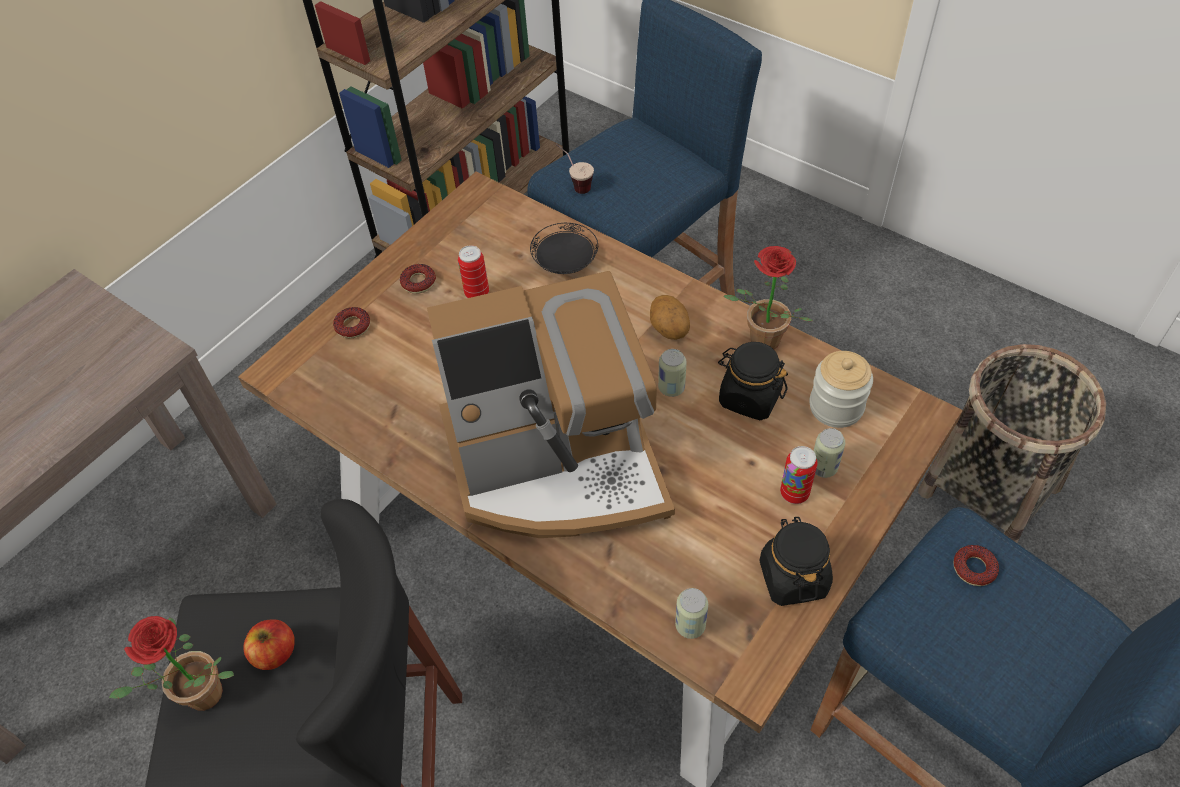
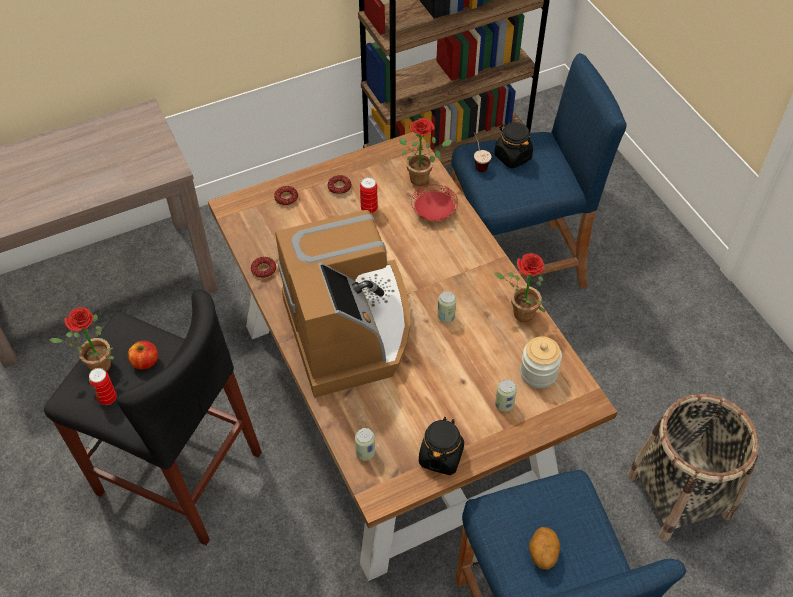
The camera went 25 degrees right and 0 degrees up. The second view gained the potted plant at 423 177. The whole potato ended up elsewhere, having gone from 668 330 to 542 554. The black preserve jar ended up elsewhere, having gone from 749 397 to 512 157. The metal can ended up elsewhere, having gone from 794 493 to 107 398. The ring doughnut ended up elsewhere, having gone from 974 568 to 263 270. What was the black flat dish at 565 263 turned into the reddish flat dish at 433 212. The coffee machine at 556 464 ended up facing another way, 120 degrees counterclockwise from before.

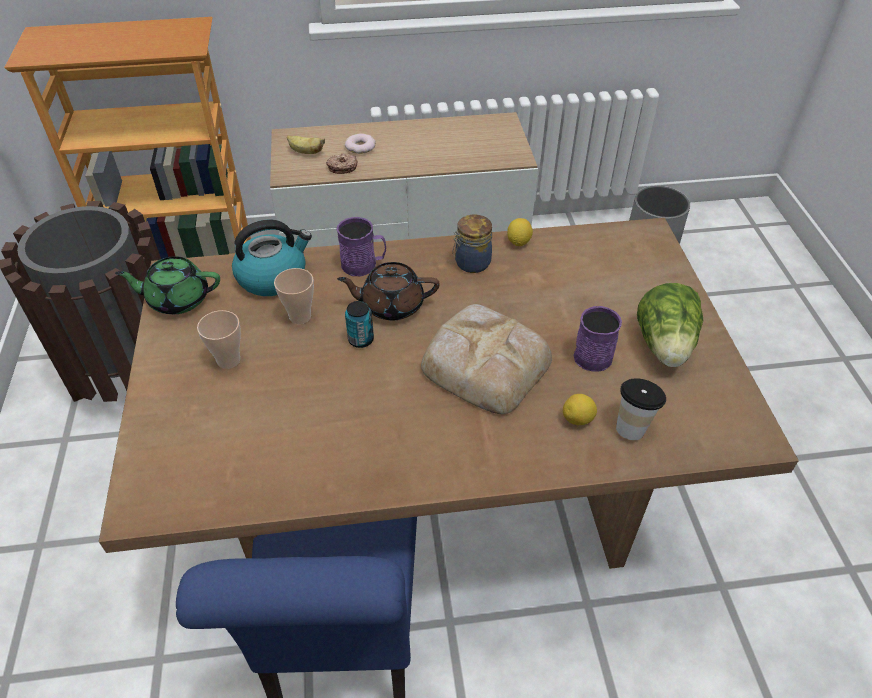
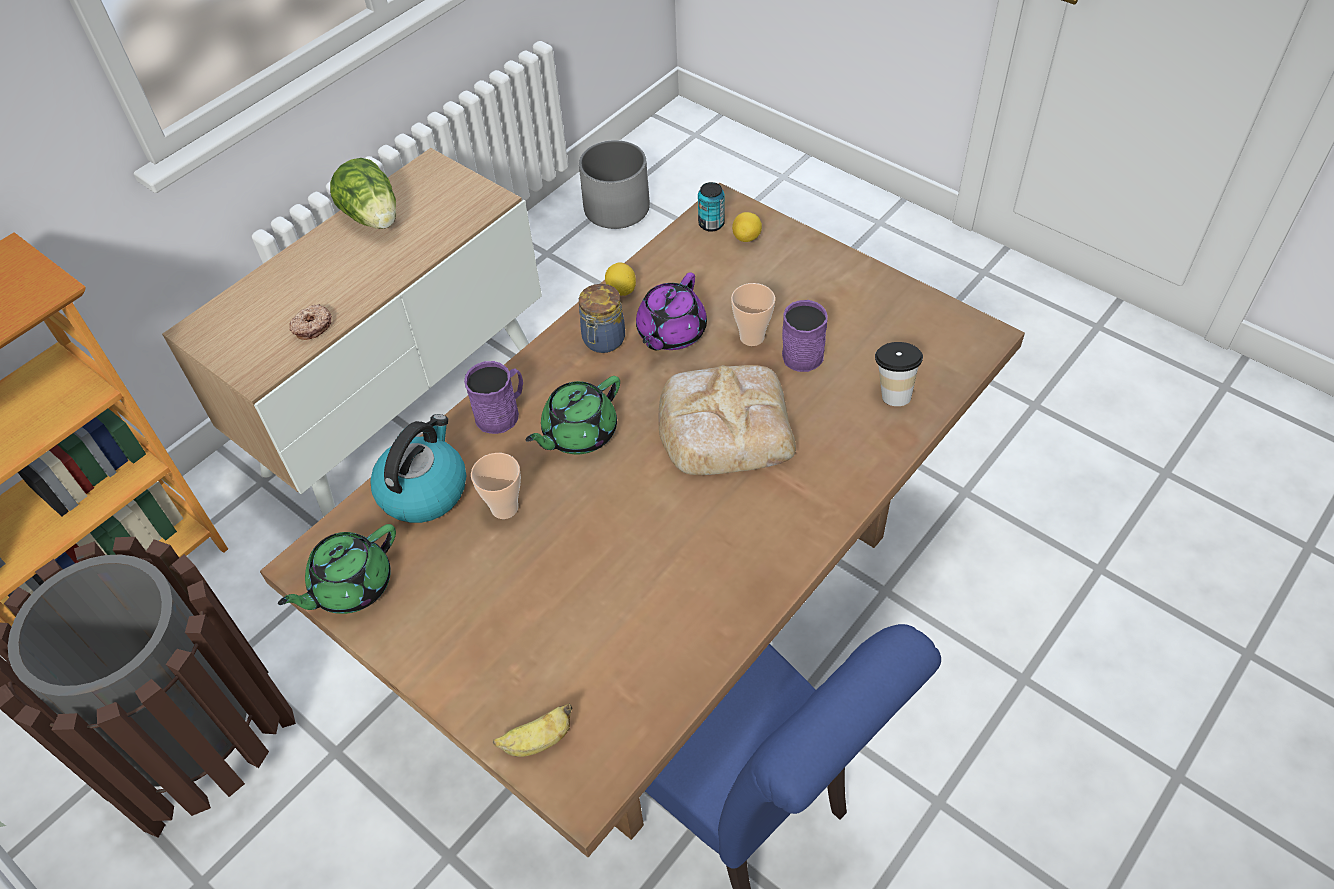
The camera went 40 degrees left and 5 degrees up. The second view lost the ring doughnut at 360 147. The second view gained the purple tea pot at 670 333. The cup ended up elsewhere, having gone from 228 360 to 752 337. The banana ended up elsewhere, having gone from 305 152 to 537 741. The metal can ended up elsewhere, having gone from 361 340 to 711 224. The whole lemon ended up elsewhere, having gone from 577 419 to 747 238. The lettuce ended up elsewhere, having gone from 664 346 to 374 218. What was the brown-coloured tea pot at 391 305 turned into the green-coloured tea pot at 578 433.

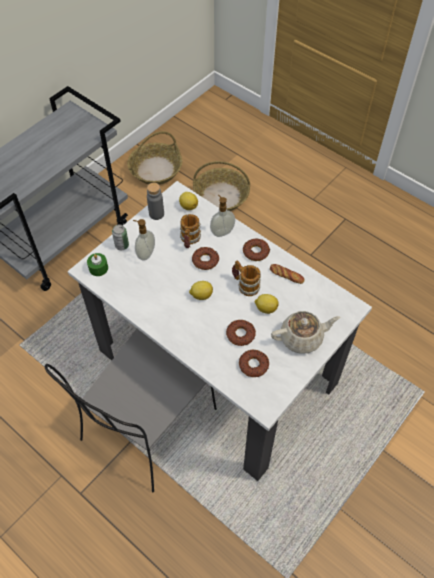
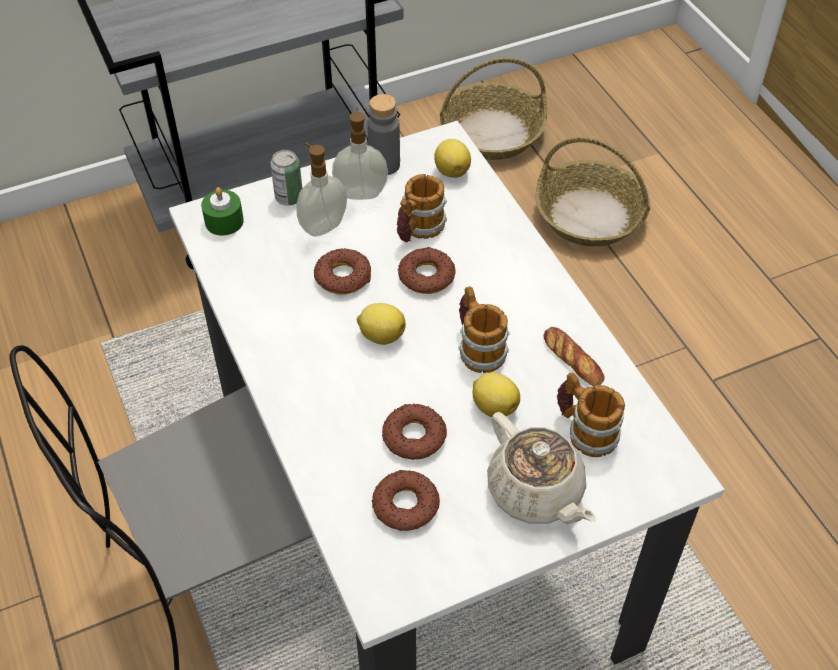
The camera went 25 degrees right and 5 degrees down. The second view gained the tea mug at 585 430. The soap dispenser ended up elsewhere, having gone from 222 232 to 361 192. The ring doughnut ended up elsewhere, having gone from 256 252 to 343 277. The beige-coloured tea pot at 302 338 ended up facing another way, 45 degrees clockwise from before.

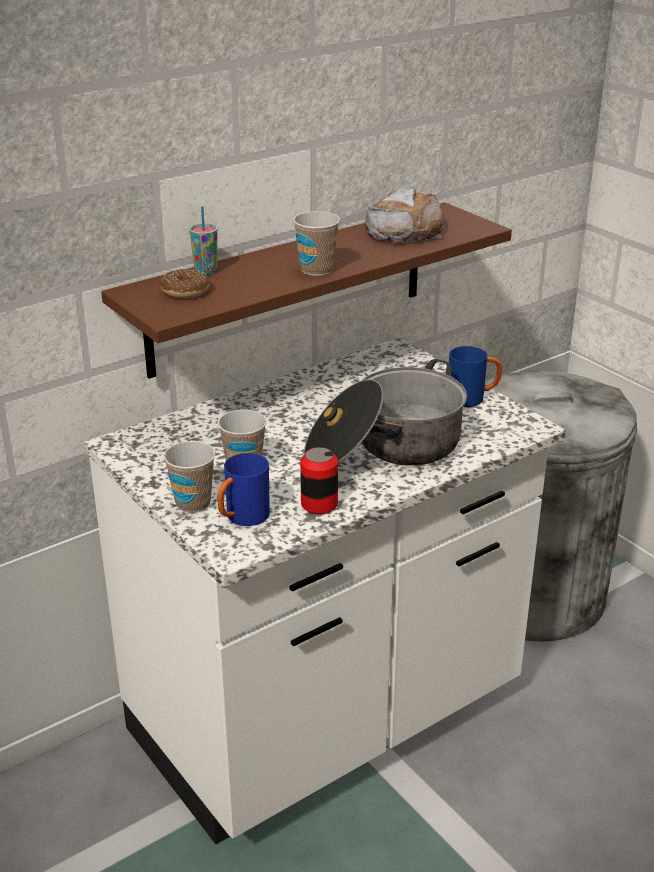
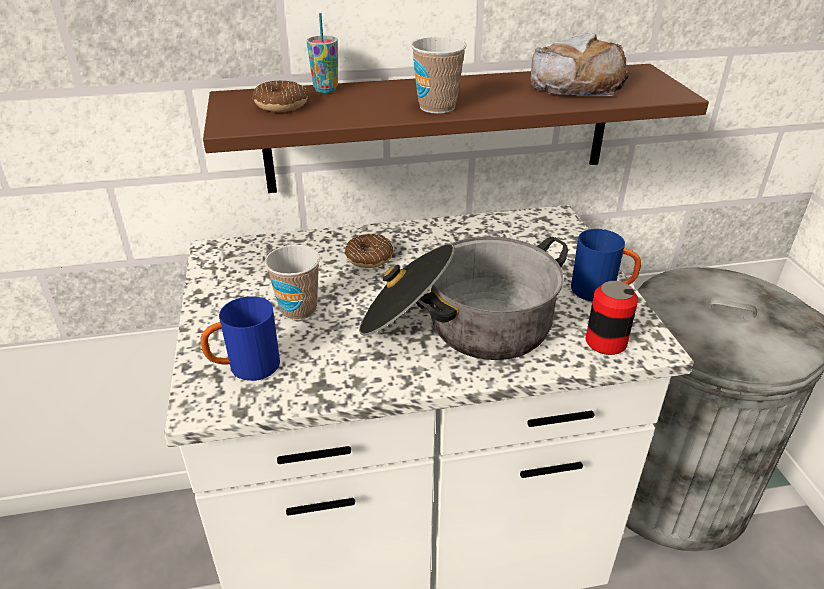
The camera went 25 degrees right and 5 degrees up. The second view lost the cup at 193 503. The second view gained the ring doughnut at 369 258. The metal can ended up elsewhere, having gone from 319 504 to 605 342.

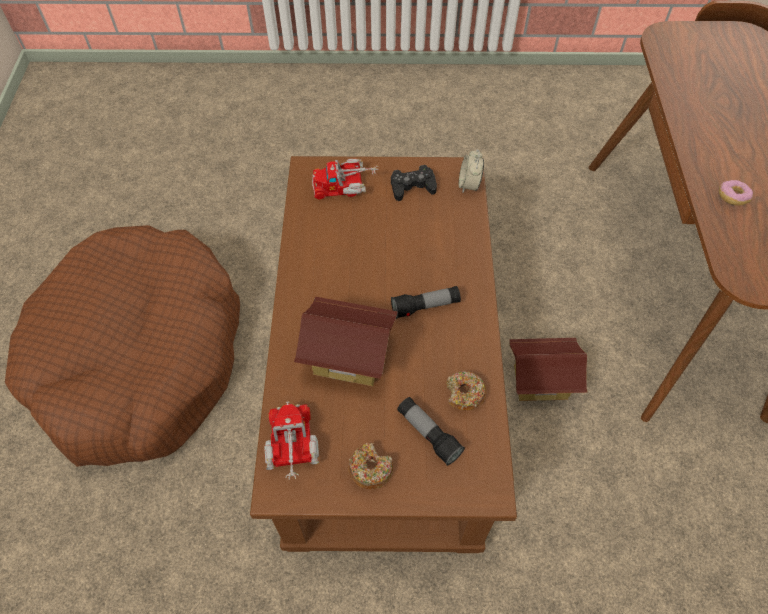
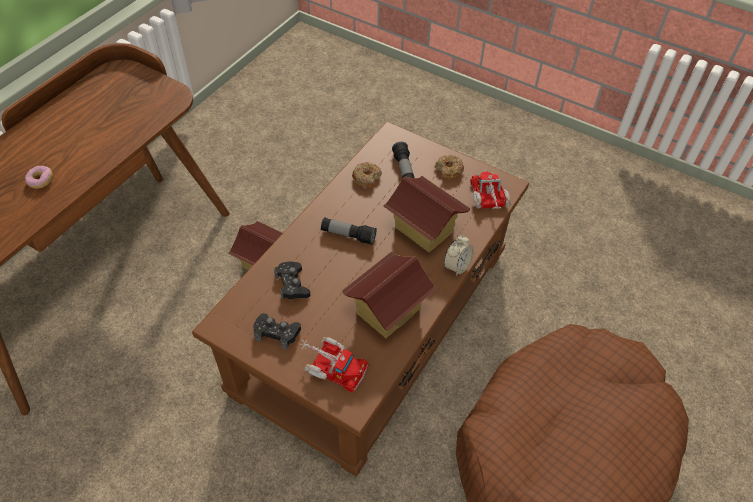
The camera went 150 degrees left and 5 degrees down. The second view gained the black game controller at 292 284. The second view gained the toy house at 388 310. The bedside clock ended up elsewhere, having gone from 469 185 to 456 266. The ring doughnut ended up elsewhere, having gone from 732 197 to 41 181. The toy lorry at 292 447 ended up facing another way, 150 degrees clockwise from before.

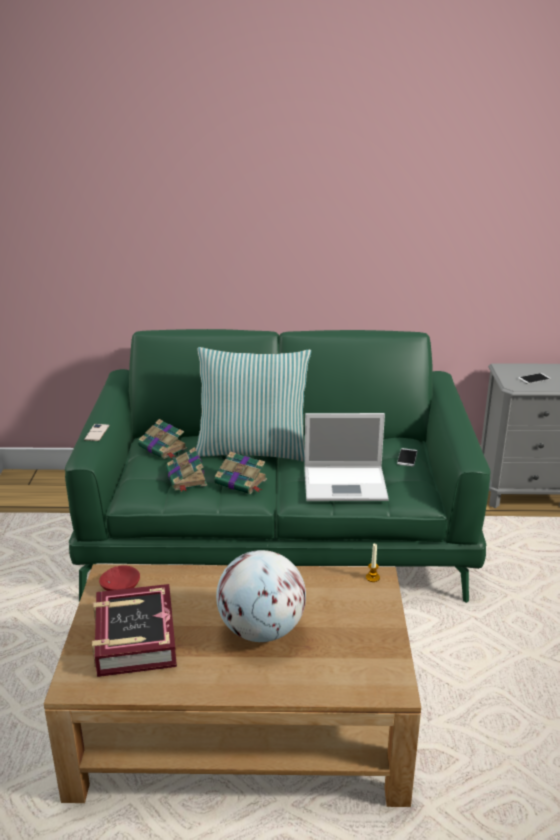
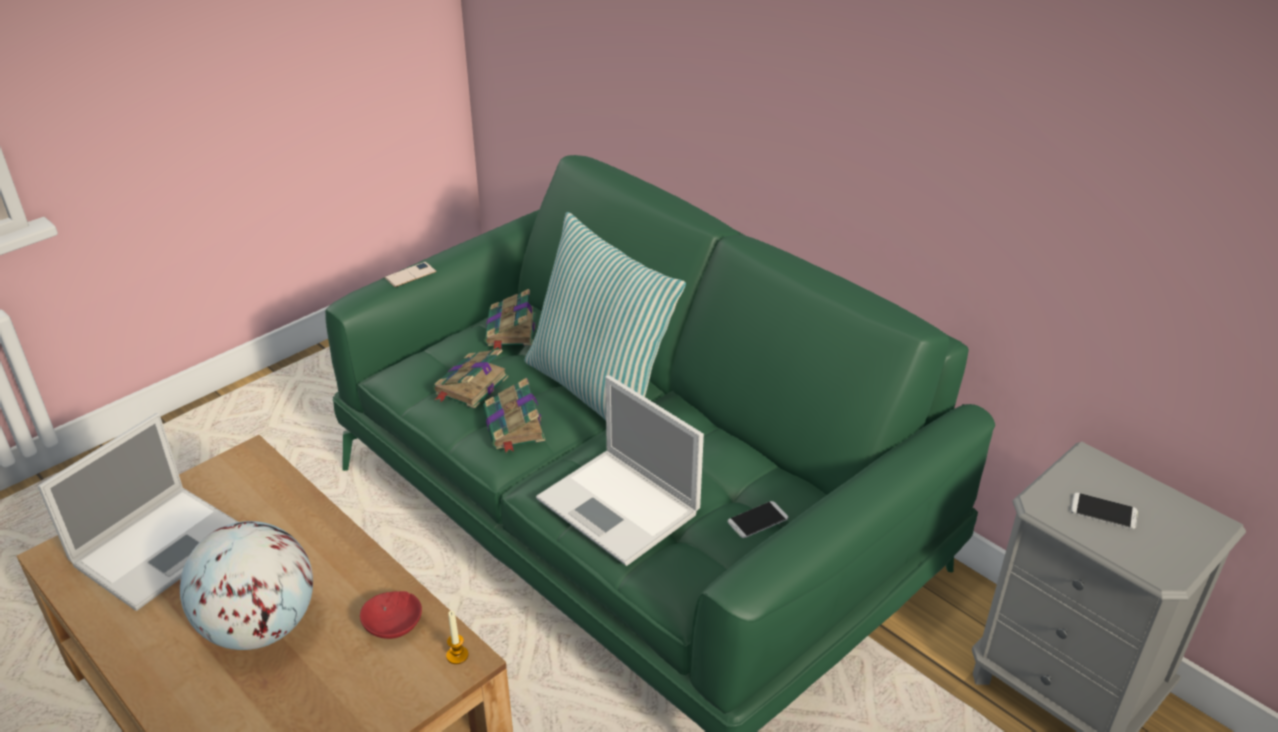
The camera went 45 degrees right and 10 degrees up. The reddish bowl ended up elsewhere, having gone from 121 588 to 392 626. Where the book stood at 134 638, the portable computer came to stand at 162 545.

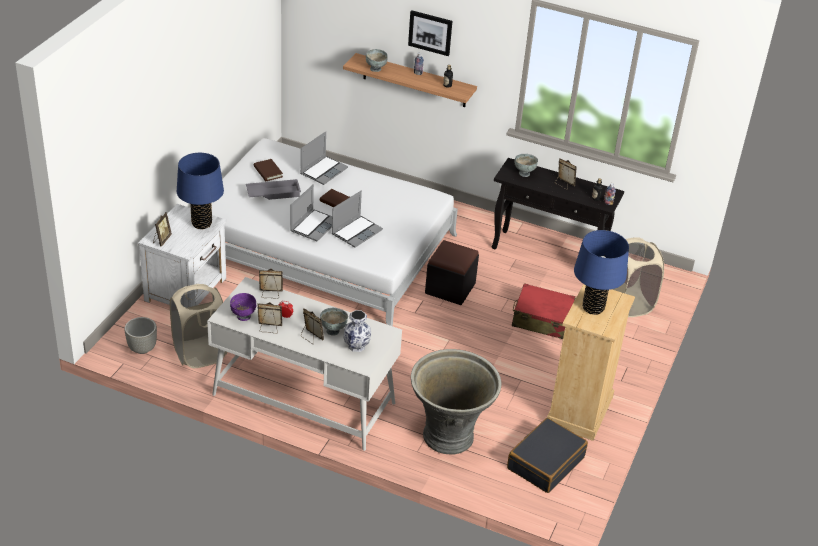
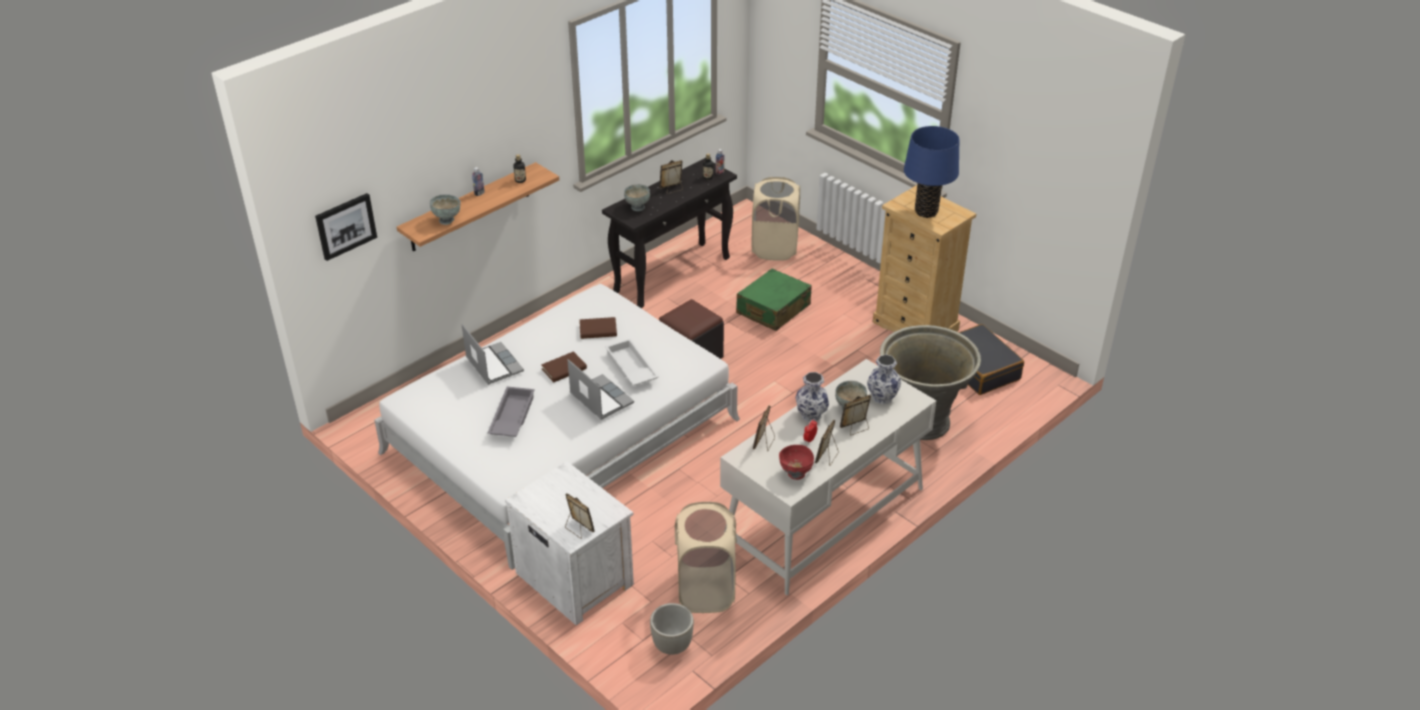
The camera went 65 degrees left and 0 degrees up. The second view lost the blue table lamp at 201 224. The second view gained the decorative vase at 811 414. The brown-coloured book ended up elsewhere, having gone from 268 172 to 598 330. The wall art ended up elsewhere, having gone from 430 32 to 345 226. Where the portable computer stood at 357 232, the whitish carrying tray came to stand at 630 368. What was the purple bowl at 243 316 turned into the reddish bowl at 795 474. What was the reddish piece of luggage at 541 320 turned into the green-coloured piece of luggage at 773 309.

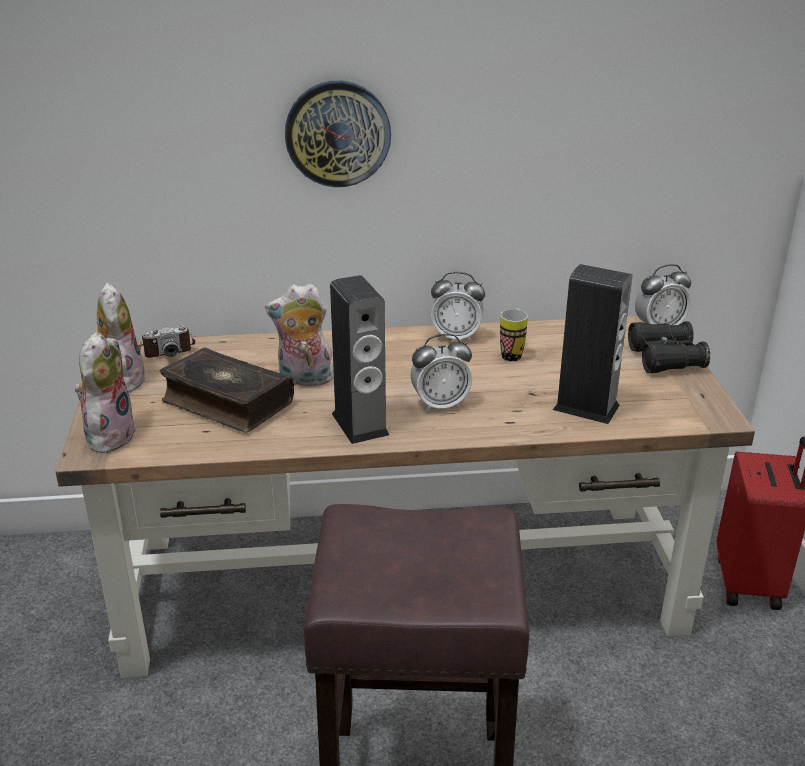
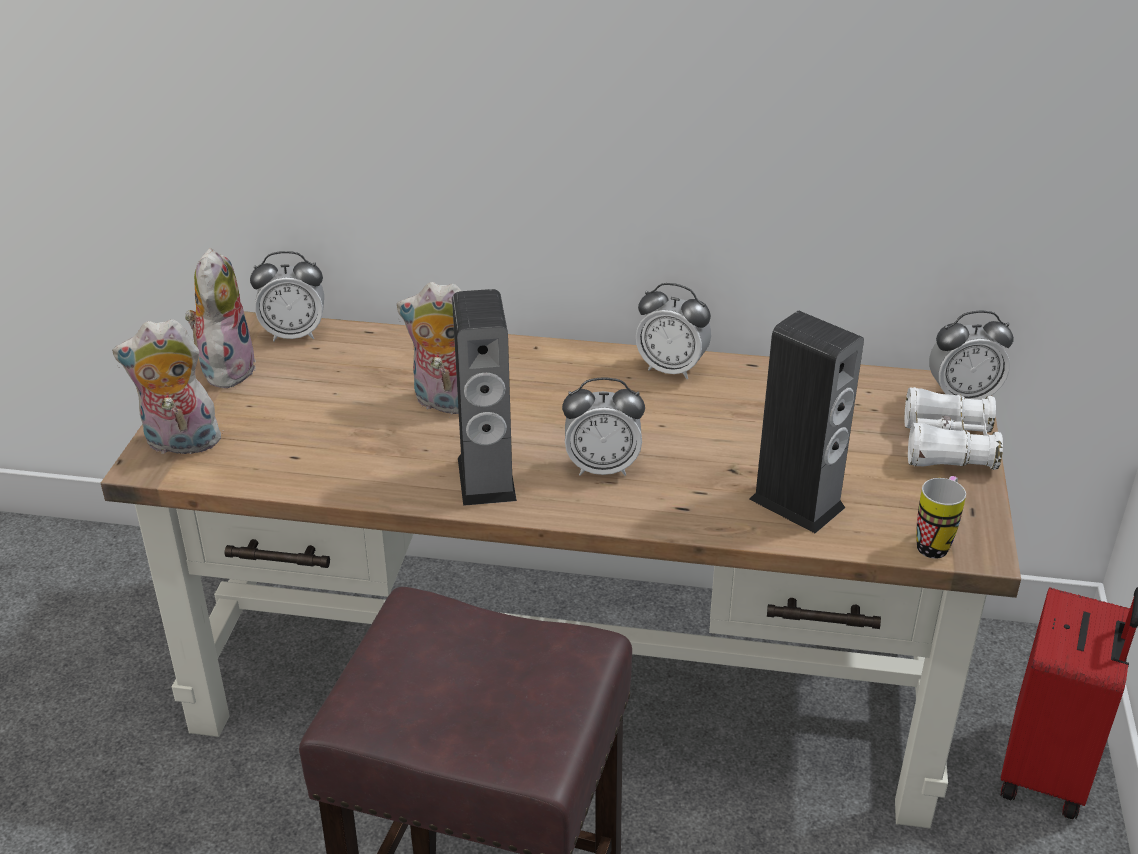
The camera went 15 degrees right and 5 degrees up. The second view lost the book at 226 402. The second view lost the hanging clock at 337 133. The tea mug ended up elsewhere, having gone from 512 353 to 935 542. Where the photo camera stood at 165 350, the bedside clock came to stand at 294 334. What was the black pair of binoculars at 665 359 turned into the whitish pair of binoculars at 947 446. The soft toy at 109 435 ended up facing another way, 120 degrees counterclockwise from before.

